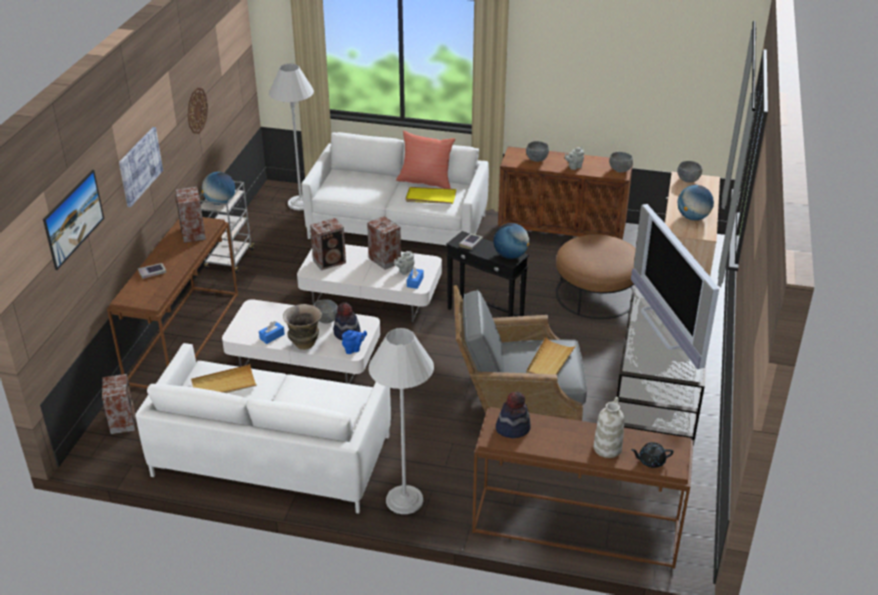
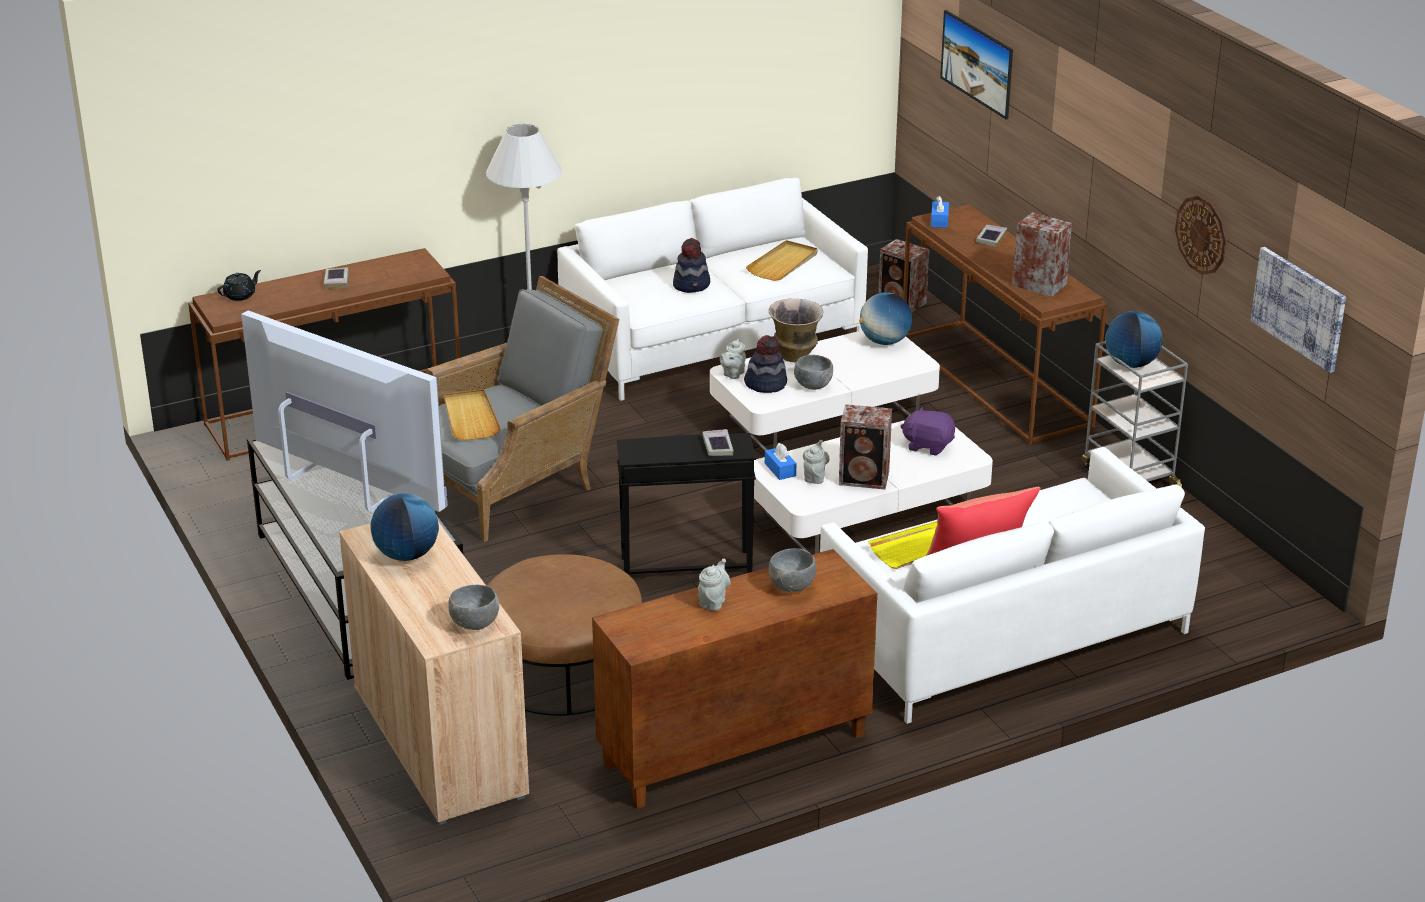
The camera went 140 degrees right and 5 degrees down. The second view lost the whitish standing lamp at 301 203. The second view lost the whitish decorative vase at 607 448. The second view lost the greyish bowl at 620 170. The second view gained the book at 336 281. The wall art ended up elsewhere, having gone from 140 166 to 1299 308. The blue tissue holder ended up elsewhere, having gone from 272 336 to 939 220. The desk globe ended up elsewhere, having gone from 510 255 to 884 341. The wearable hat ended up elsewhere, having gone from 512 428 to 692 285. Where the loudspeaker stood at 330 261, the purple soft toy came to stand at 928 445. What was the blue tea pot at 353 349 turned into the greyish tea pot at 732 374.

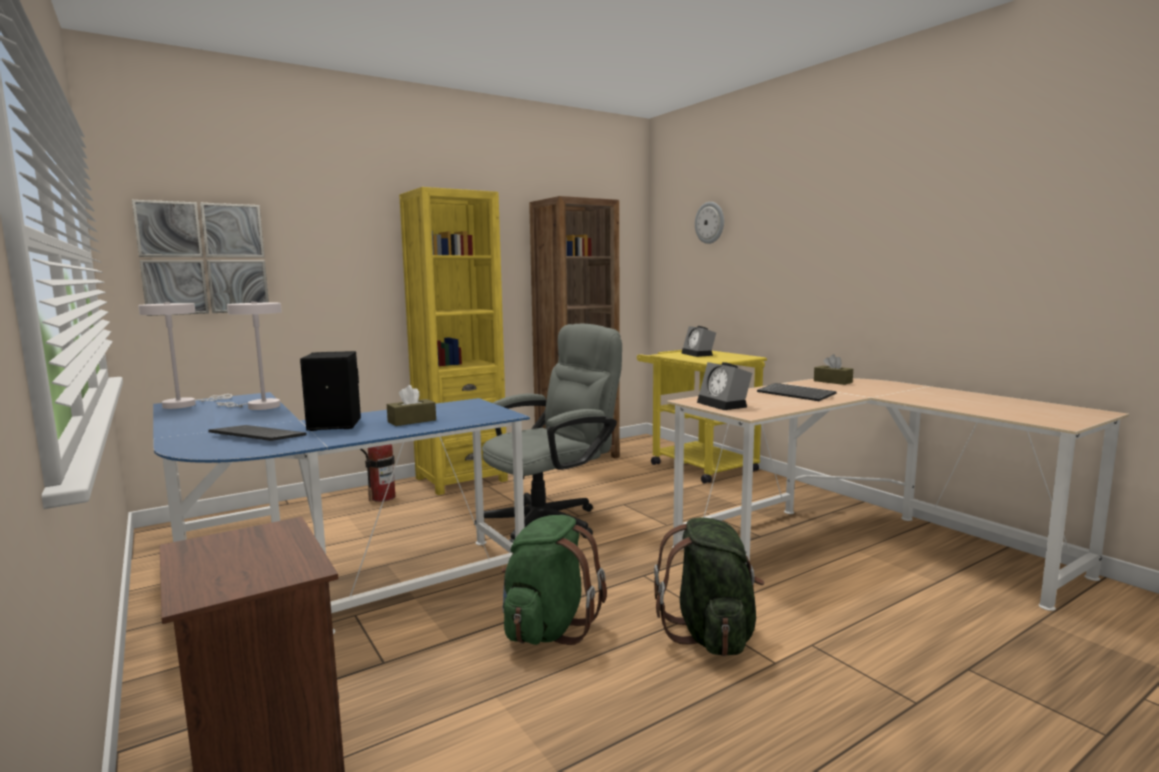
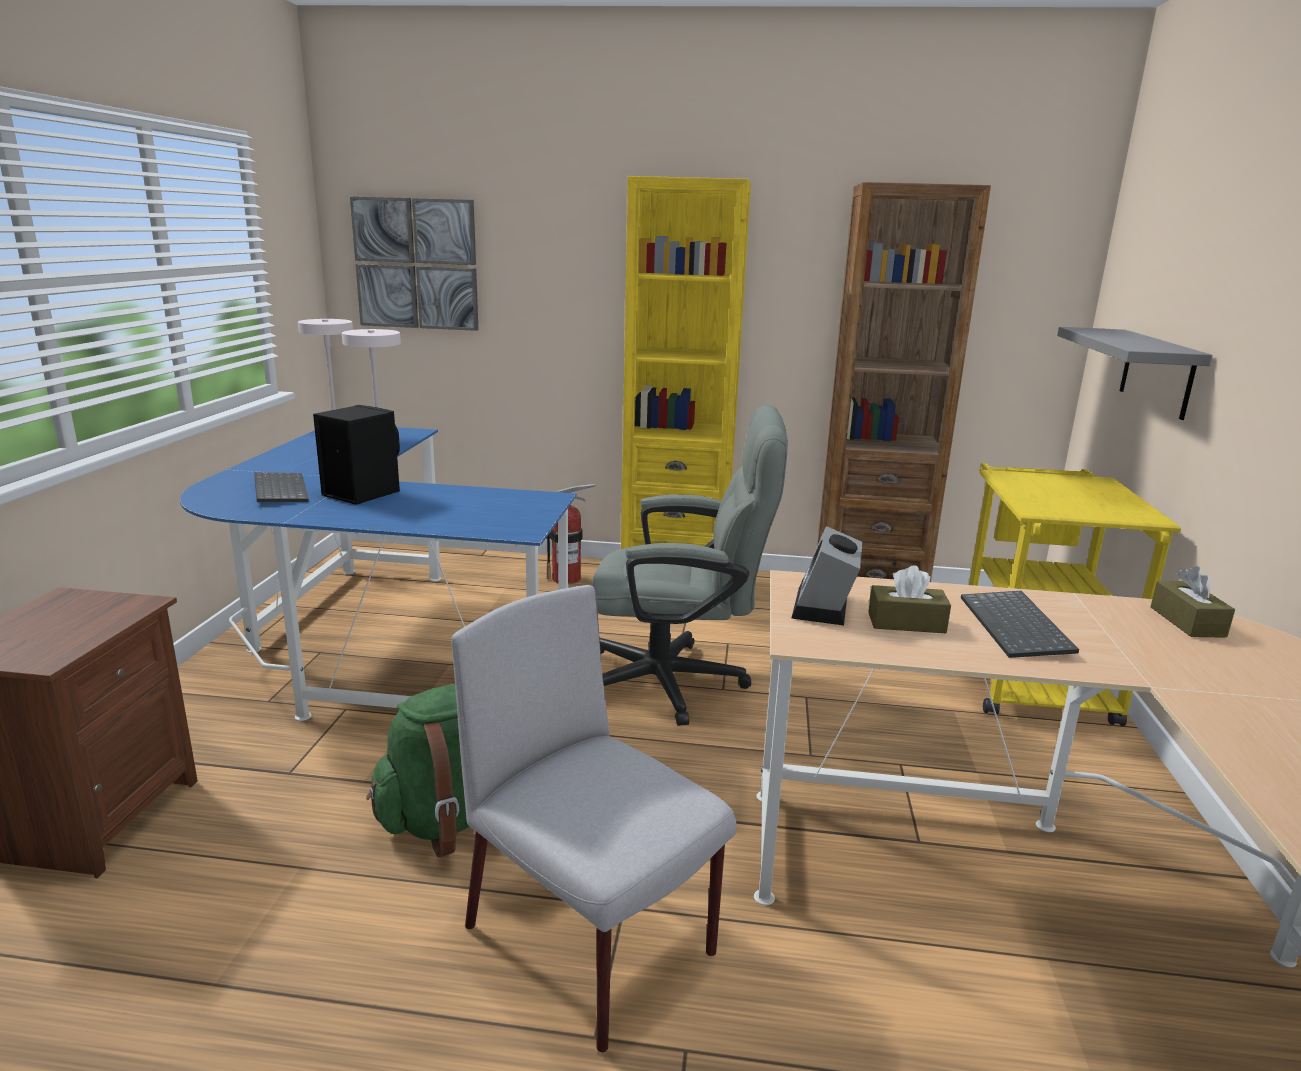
The camera went 40 degrees right and 10 degrees up. The second view lost the bedside clock at 699 354. The second view lost the hanging clock at 710 222. The second view gained the greyish shelf at 1157 372. The brown-coloured tissue holder ended up elsewhere, having gone from 412 421 to 906 623. Where the green-coloured backpack stood at 711 634, the greyish upright chair came to stand at 592 943.

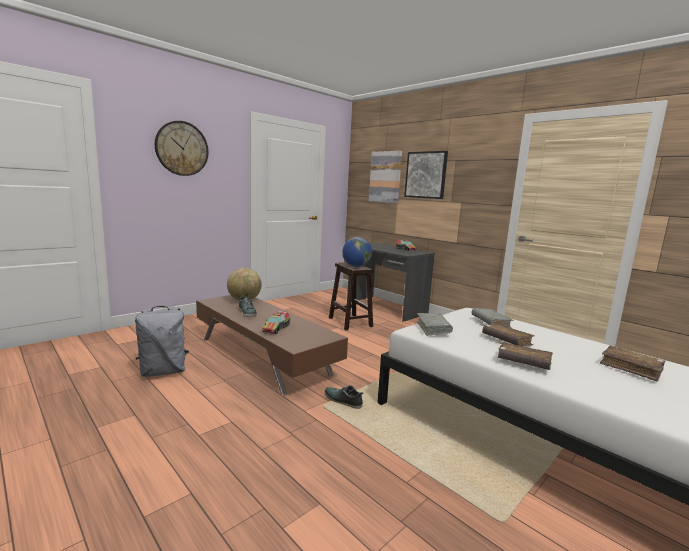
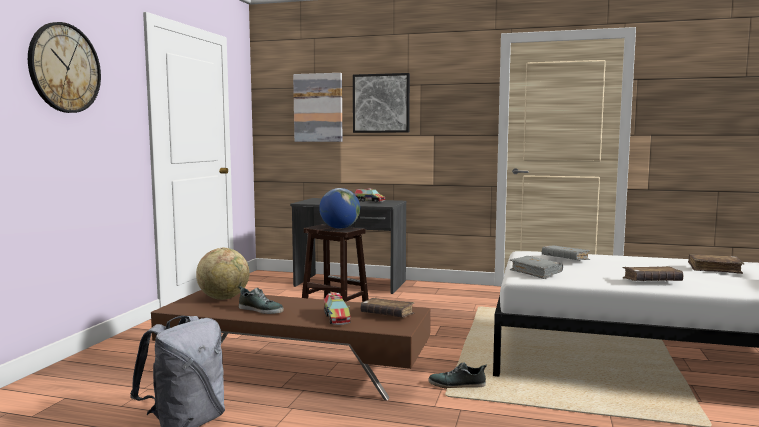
The camera went 30 degrees left and 5 degrees down. The brown-coloured book ended up elsewhere, having gone from 506 340 to 387 315.

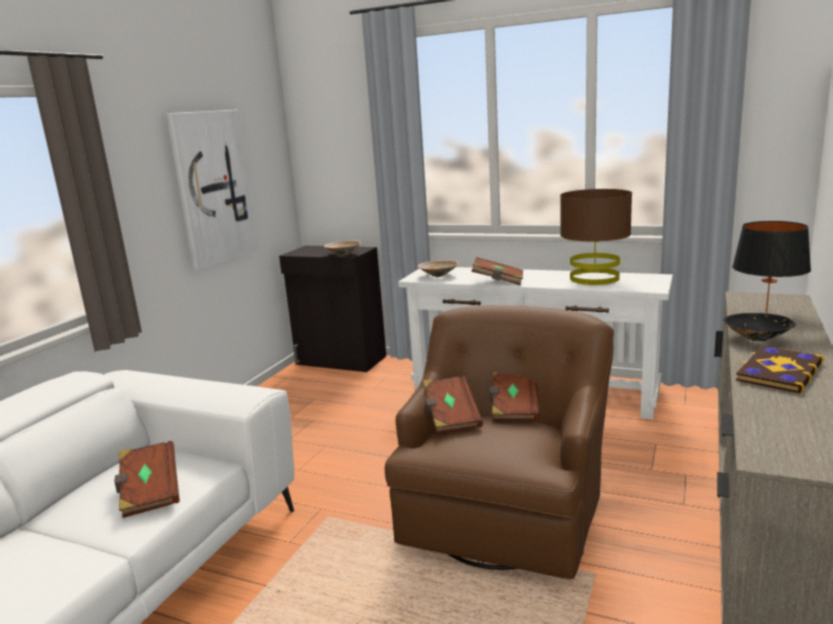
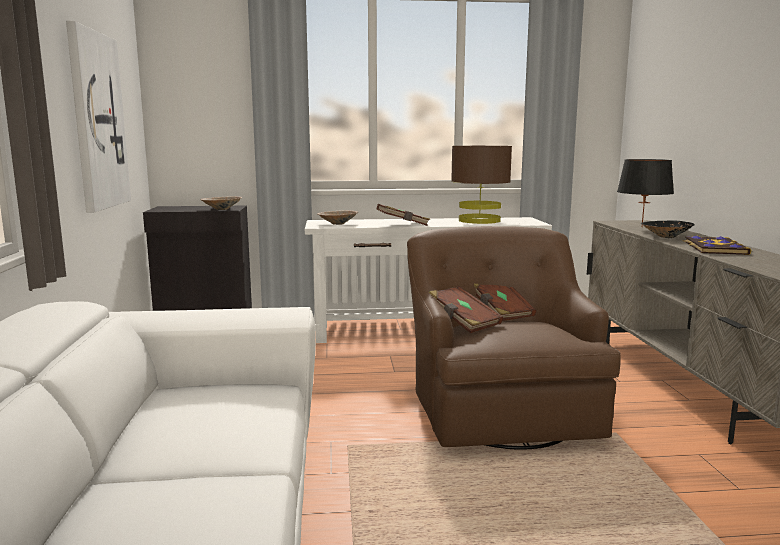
The camera went 30 degrees left and 5 degrees down. The second view lost the brown-coloured book at 149 493.

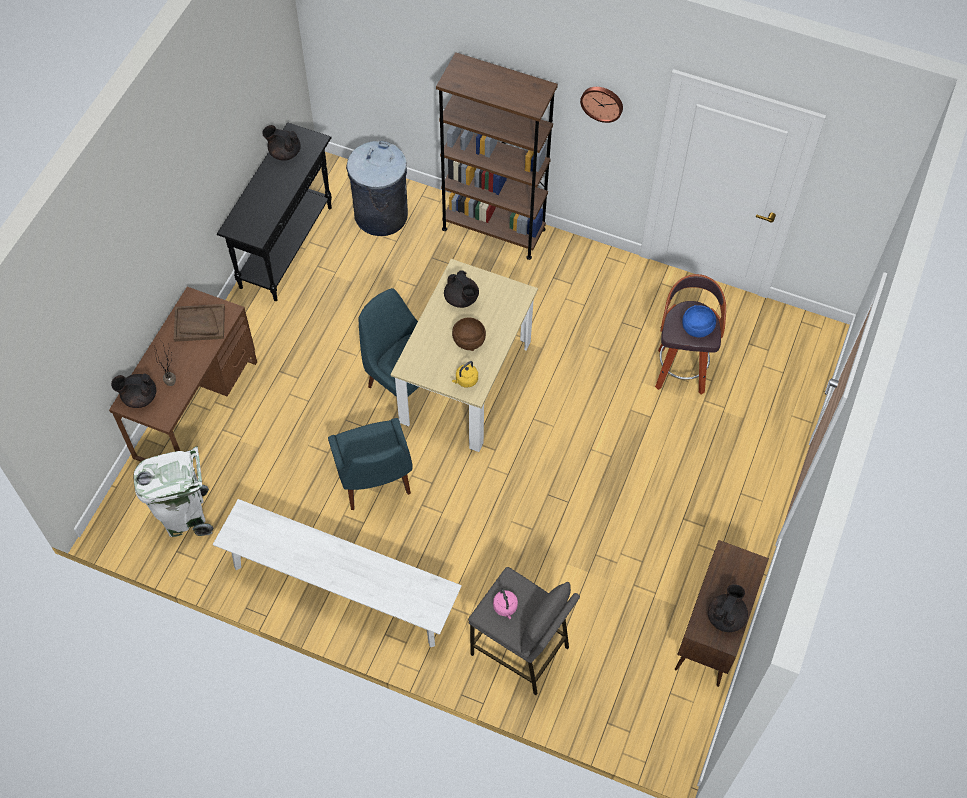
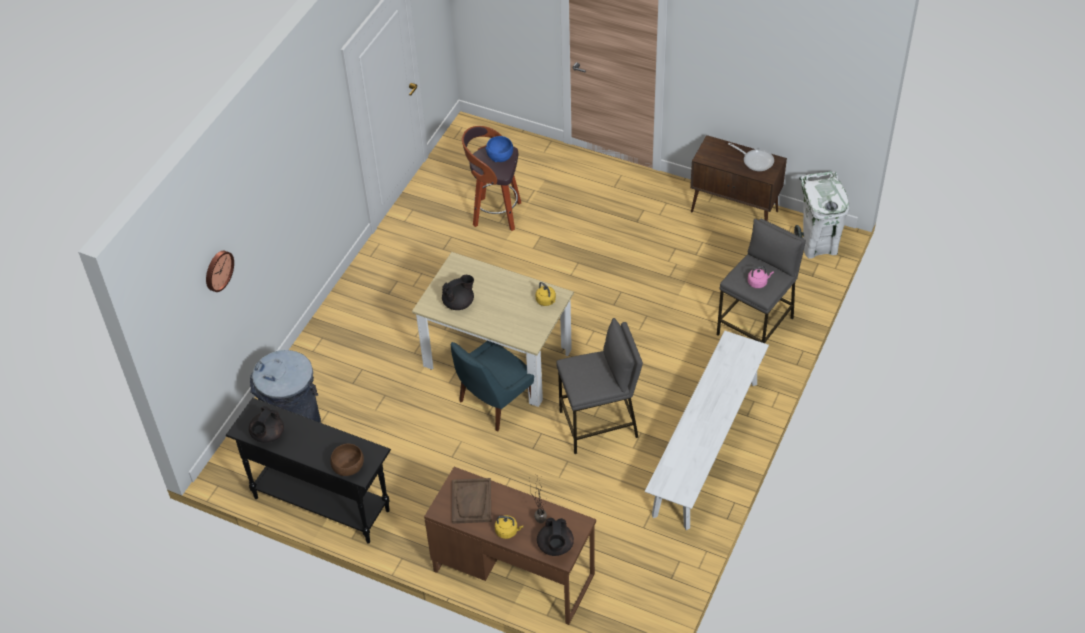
The camera went 85 degrees left and 10 degrees down. The second view lost the brown-coloured shelving unit at 493 229. The second view gained the yellow-coloured kettle at 508 531. The whitish rubbish bin ended up elsewhere, having gone from 186 516 to 818 245. The brown-coloured bowl ended up elsewhere, having gone from 468 340 to 348 467. The hanging clock ended up elsewhere, having gone from 602 102 to 218 270. Where the blue upright chair stood at 374 481, the greyish stool seat came to stand at 599 425. Where the black tea pot stood at 726 617, the frying pan came to stand at 755 161.

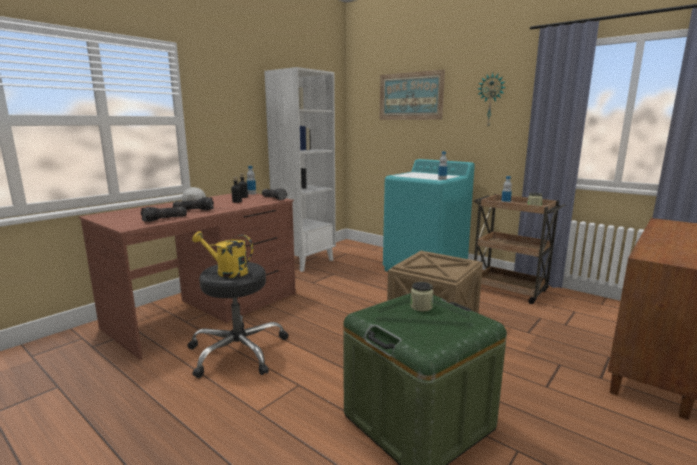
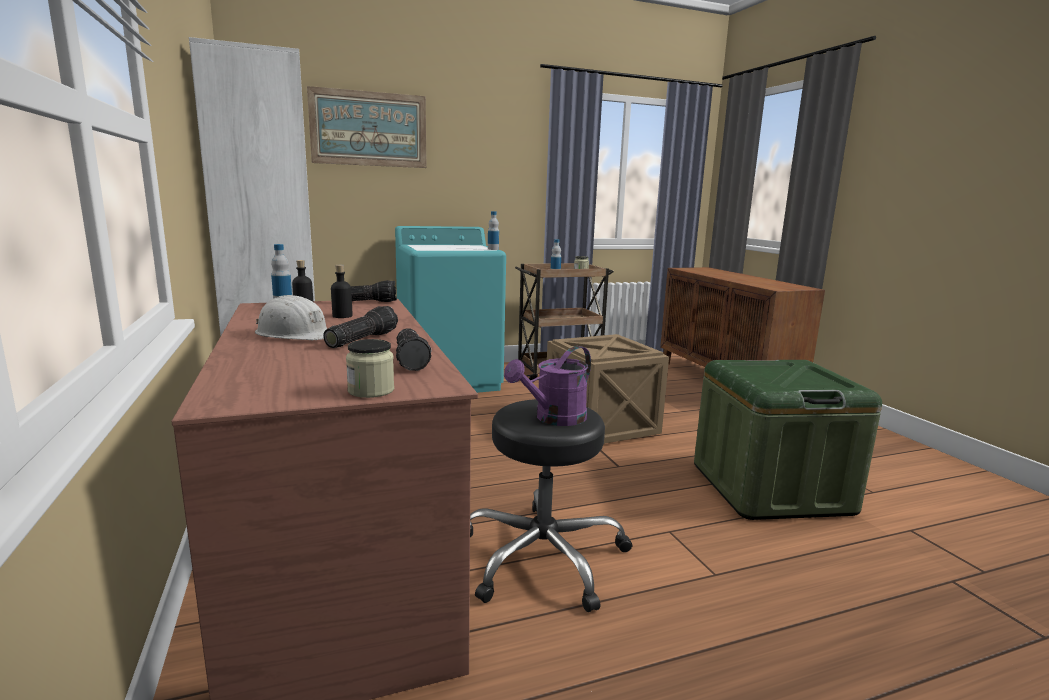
The camera went 60 degrees left and 0 degrees up. The second view lost the hanging clock at 491 100. The preserve jar ended up elsewhere, having gone from 421 307 to 371 390. What was the yellow-coloured sprinkling can at 227 272 turned into the purple sprinkling can at 554 419.

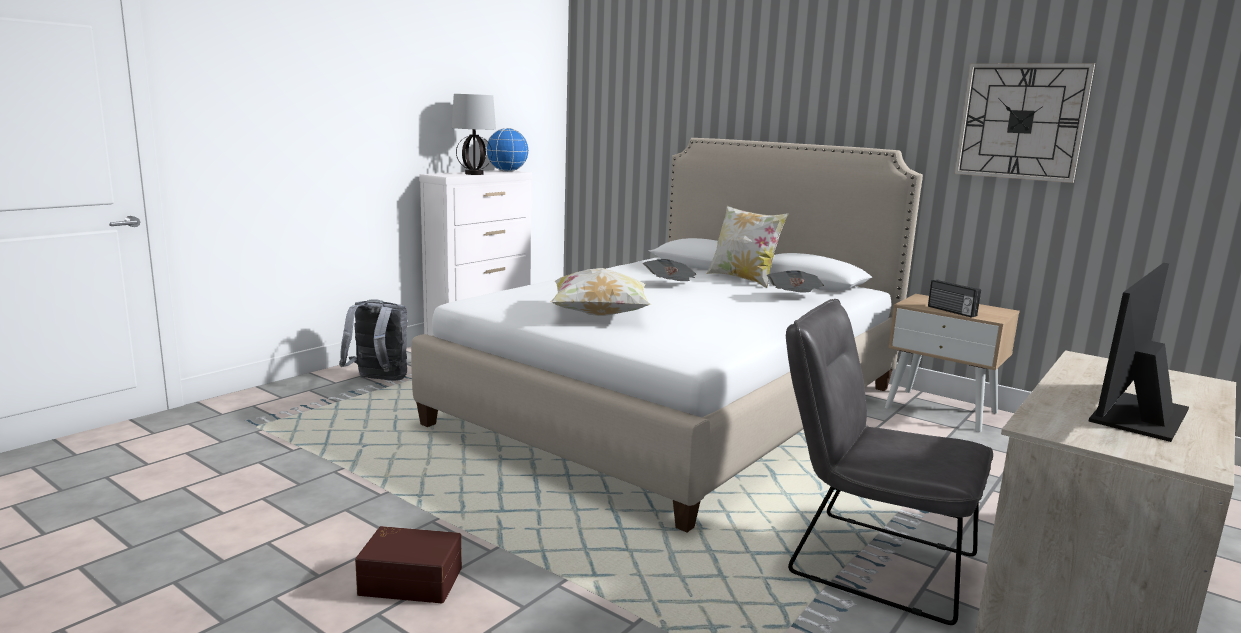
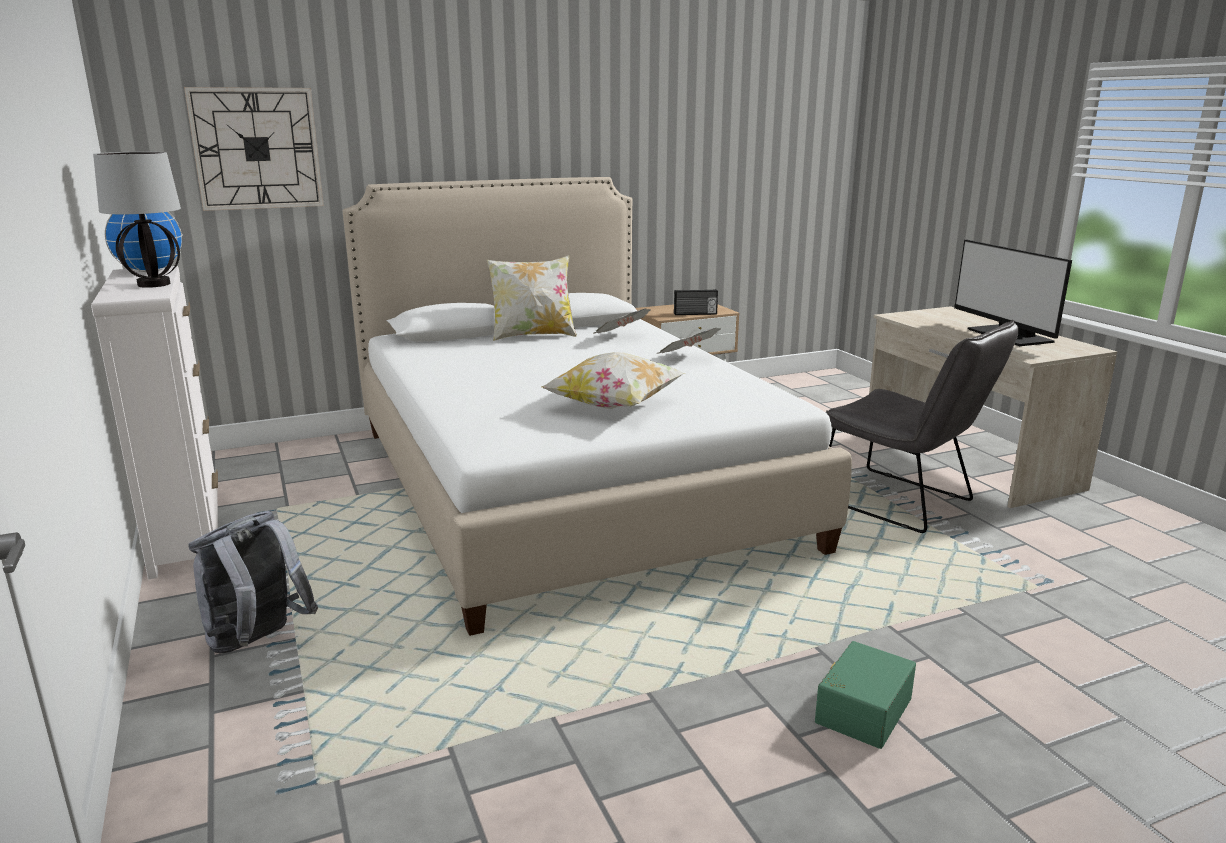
The camera went 60 degrees left and 5 degrees up. The daily paper ended up elsewhere, having gone from 670 285 to 687 357. The hanging clock ended up elsewhere, having gone from 1021 121 to 256 149. What was the brown-coloured storage container at 411 579 turned into the green-coloured storage container at 861 709. The greyish upright chair at 868 560 ended up facing another way, 105 degrees counterclockwise from before.

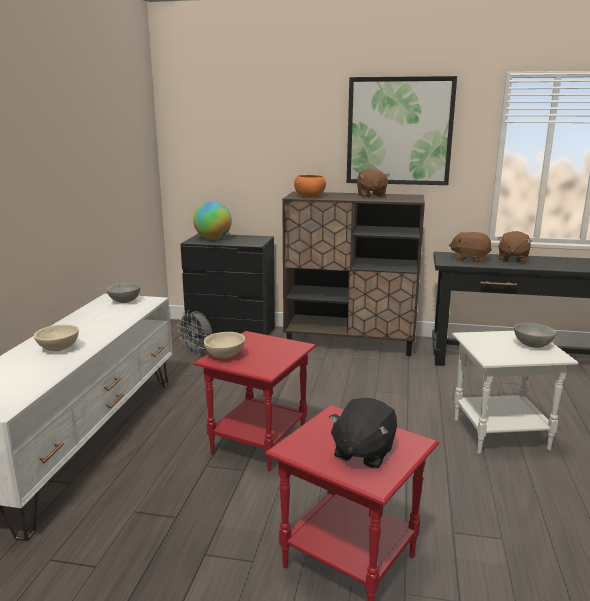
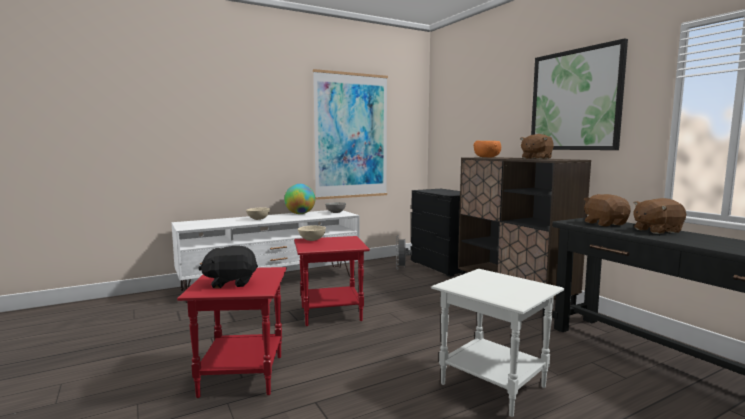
The camera went 50 degrees right and 10 degrees down. The second view lost the greyish bowl at 532 345. The second view gained the wall art at 351 136. The desk globe ended up elsewhere, having gone from 213 239 to 300 214.

